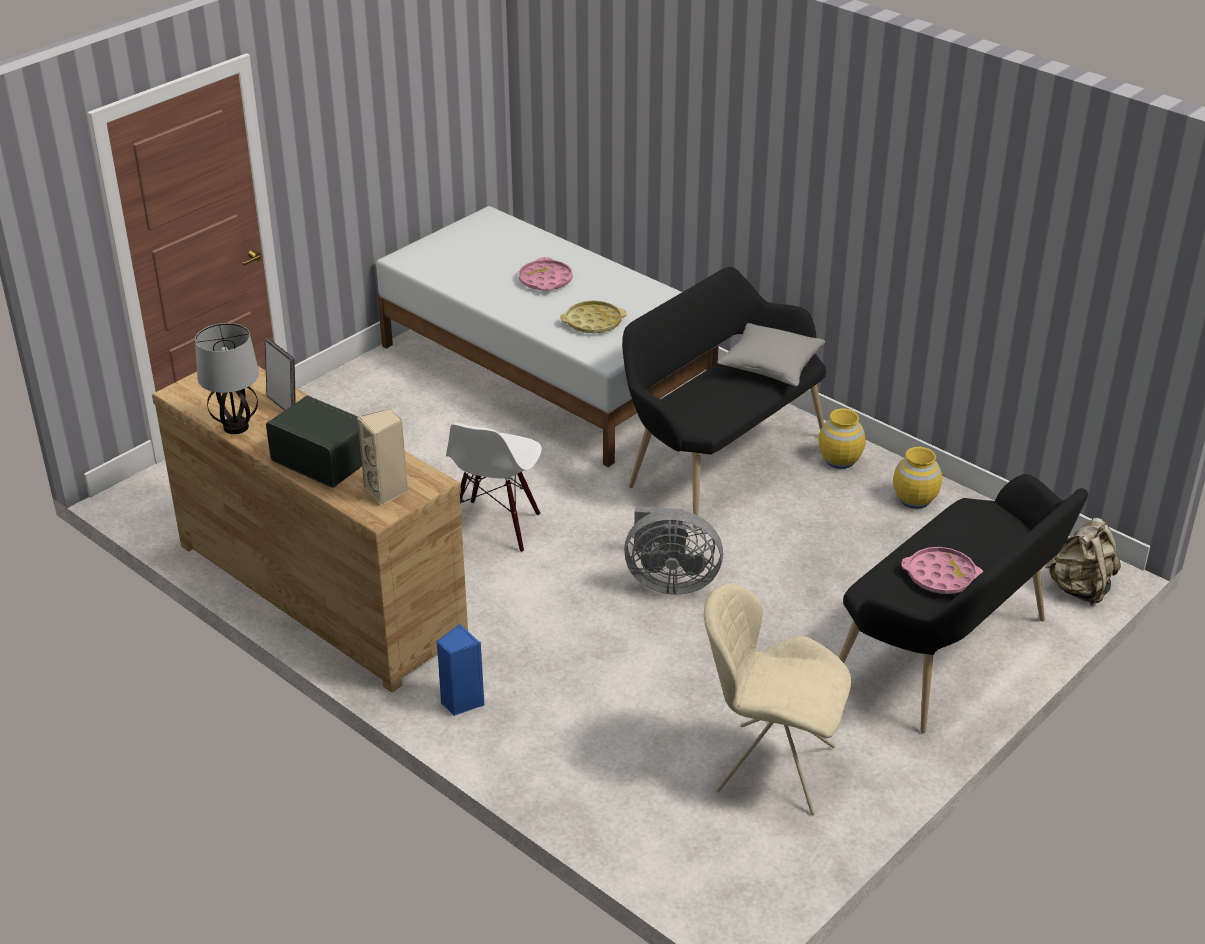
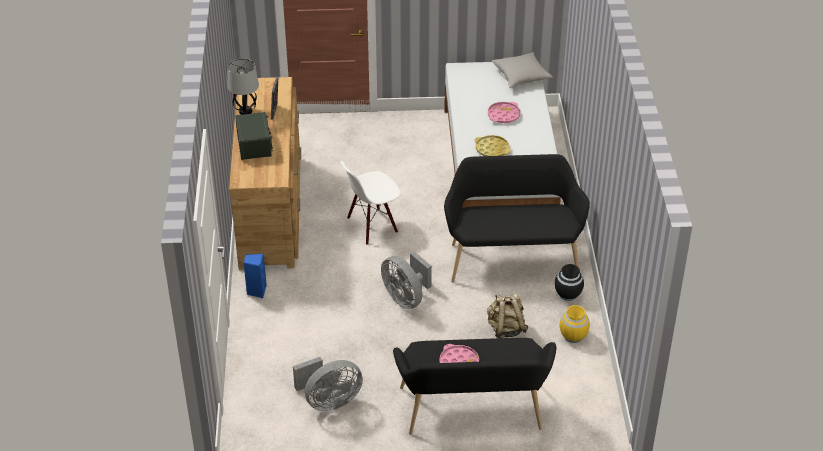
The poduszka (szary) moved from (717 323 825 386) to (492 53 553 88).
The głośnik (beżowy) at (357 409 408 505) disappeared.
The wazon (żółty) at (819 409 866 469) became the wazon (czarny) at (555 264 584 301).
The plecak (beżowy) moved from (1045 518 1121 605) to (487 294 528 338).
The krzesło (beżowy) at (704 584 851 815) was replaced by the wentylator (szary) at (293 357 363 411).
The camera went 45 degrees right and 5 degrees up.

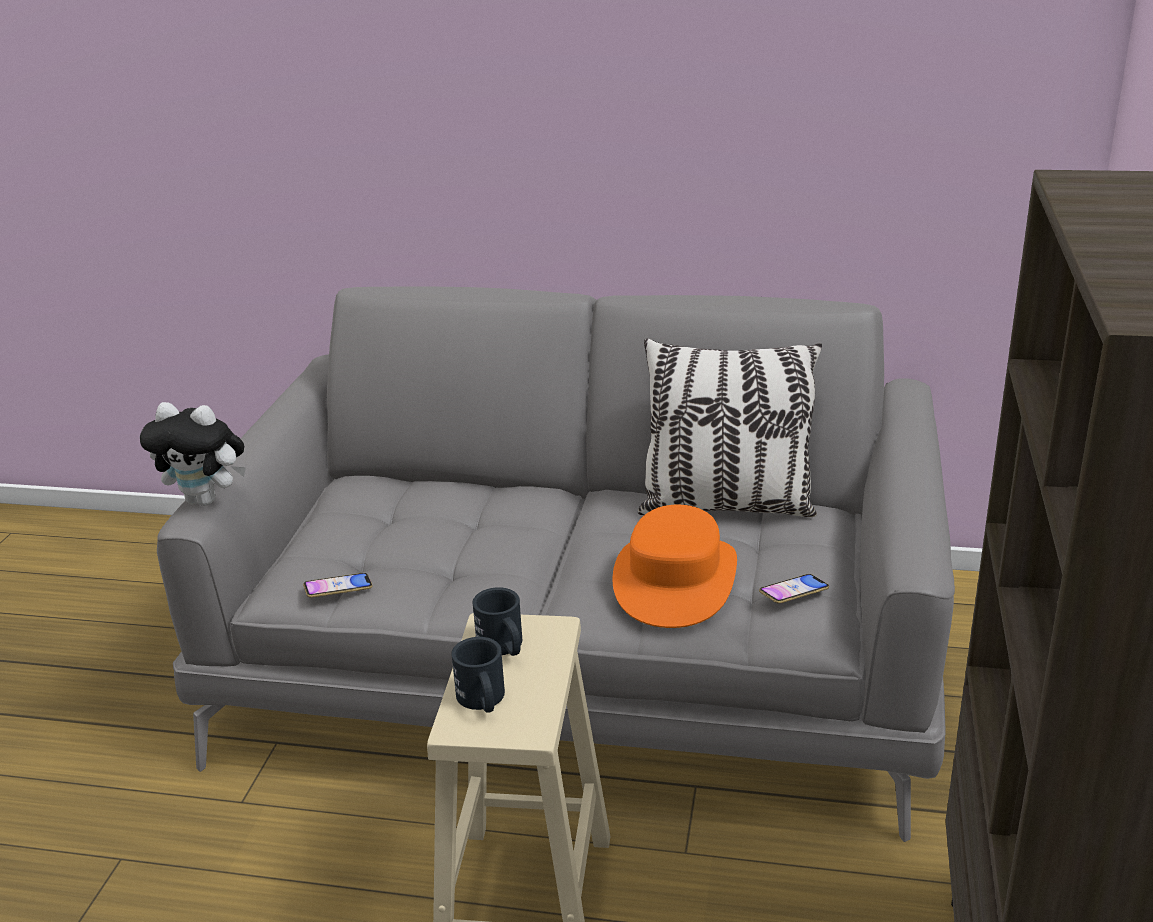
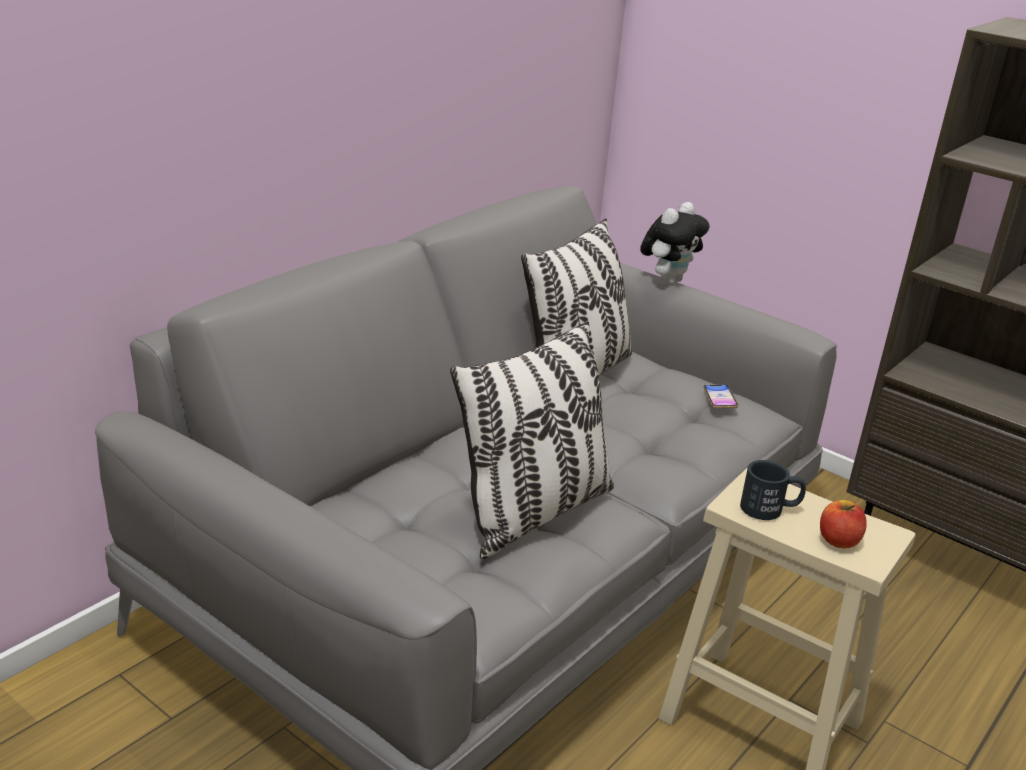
The pluszak moved from (140 402 246 506) to (640 202 710 285).
The kapelusz (pomarańczowy) at (613 505 737 628) disappeared.
The telefon at (303 573 373 598) disappeared.
The kubek (czarny) at (451 637 505 712) was replaced by the jabłko at (820 500 867 548).
The poduszka at (450 321 614 559) appeared.
The camera went 65 degrees left and 0 degrees up.

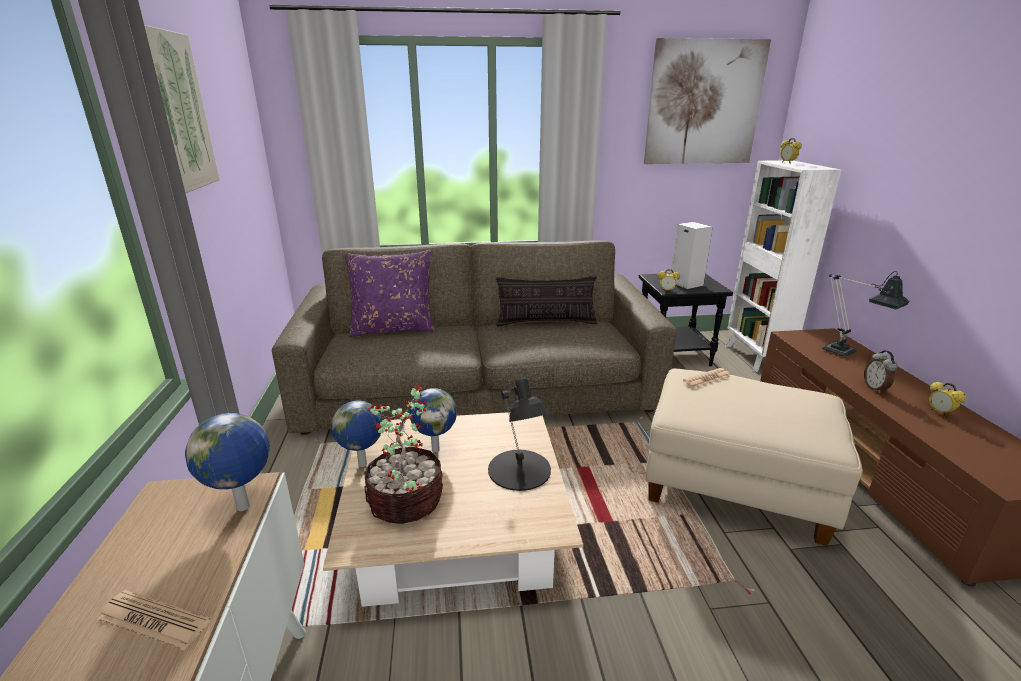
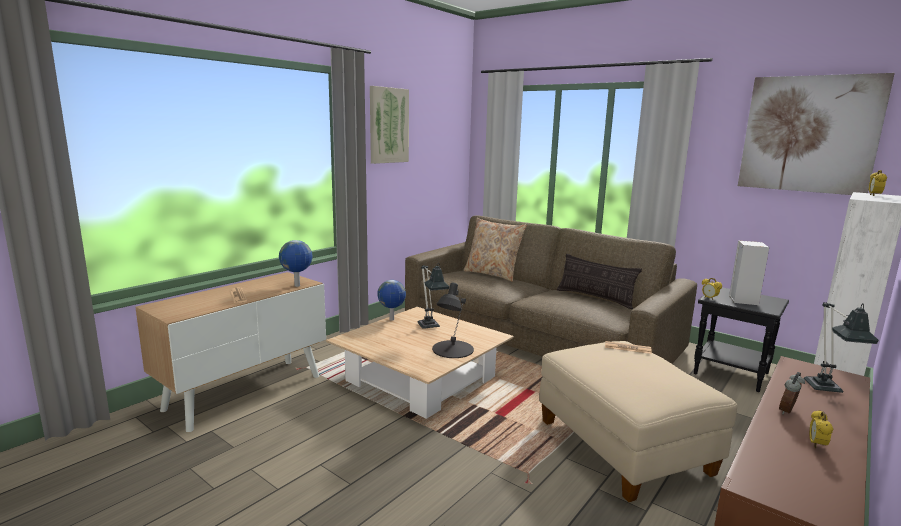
The poduszka (fioletowy) at (344 250 435 337) became the poduszka (beżowy) at (463 218 527 282).
The roślina doniczkowa at (364 384 443 524) disappeared.
The globus at (409 388 457 452) was replaced by the lampa stołowa at (417 263 449 329).
The camera went 45 degrees right and 10 degrees down.

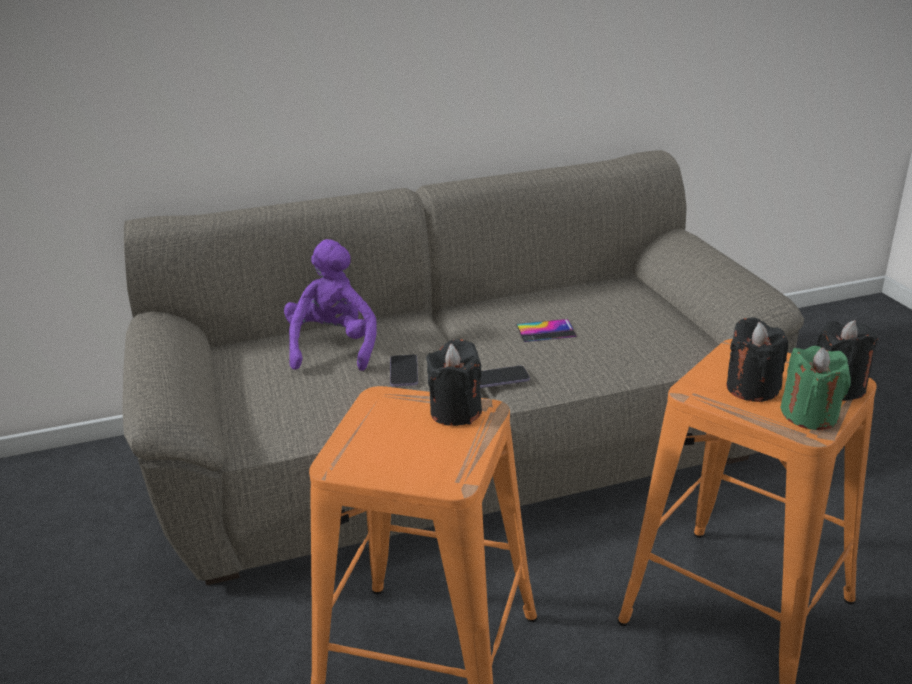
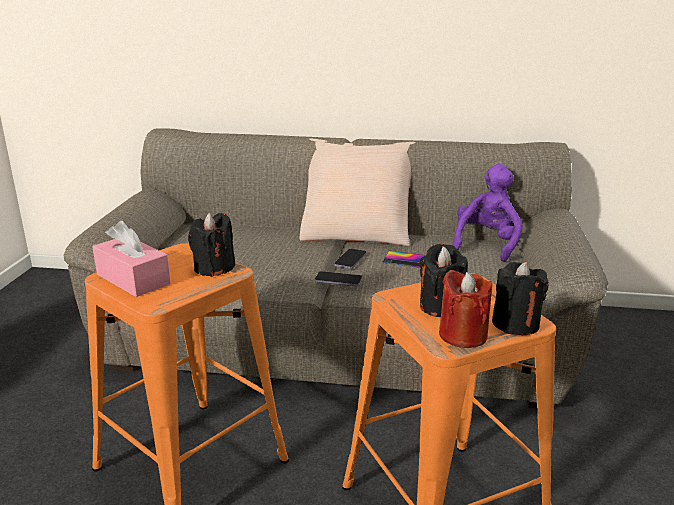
The pluszak (fioletowy) moved from (284 239 377 371) to (452 164 523 262).
The świeca (zielony) at (780 346 851 430) became the świeca (czerwony) at (439 270 492 348).
The telefon moved from (390 355 418 387) to (334 249 367 269).
The poduszka (beżowy) at (300 138 416 246) appeared.
The pudełko chusteczek (różowy) at (93 221 171 297) appeared.
The camera went 25 degrees right and 5 degrees down.

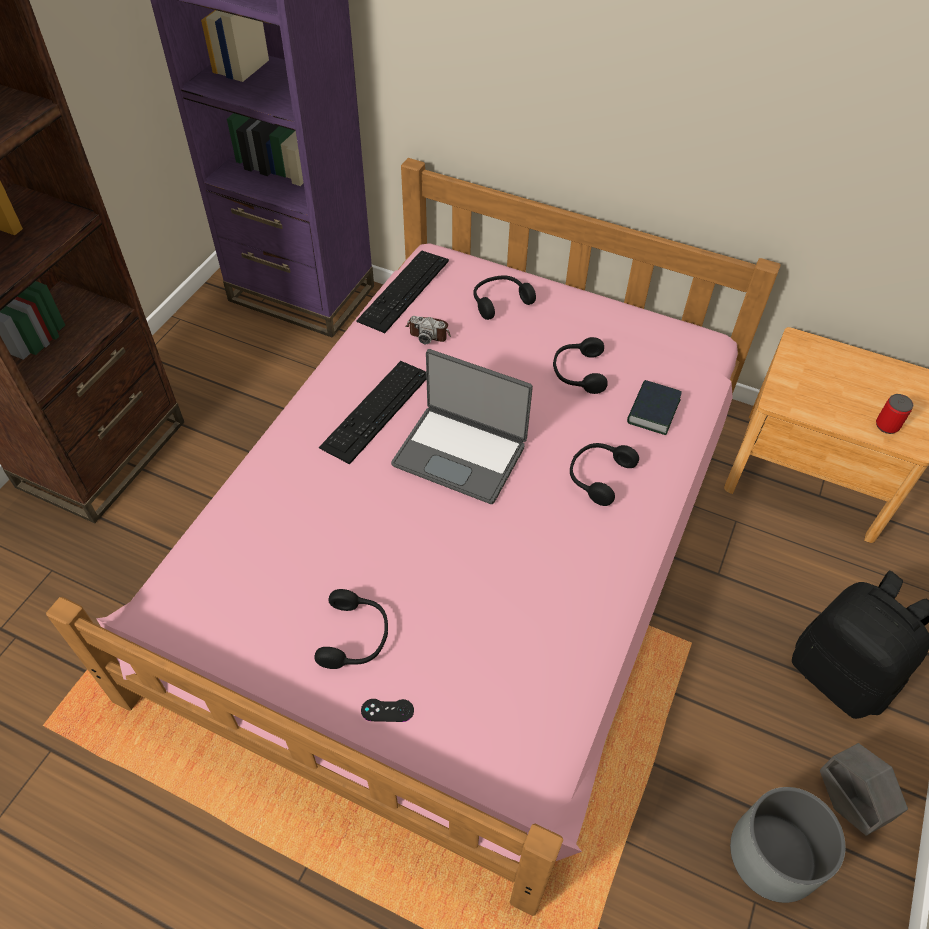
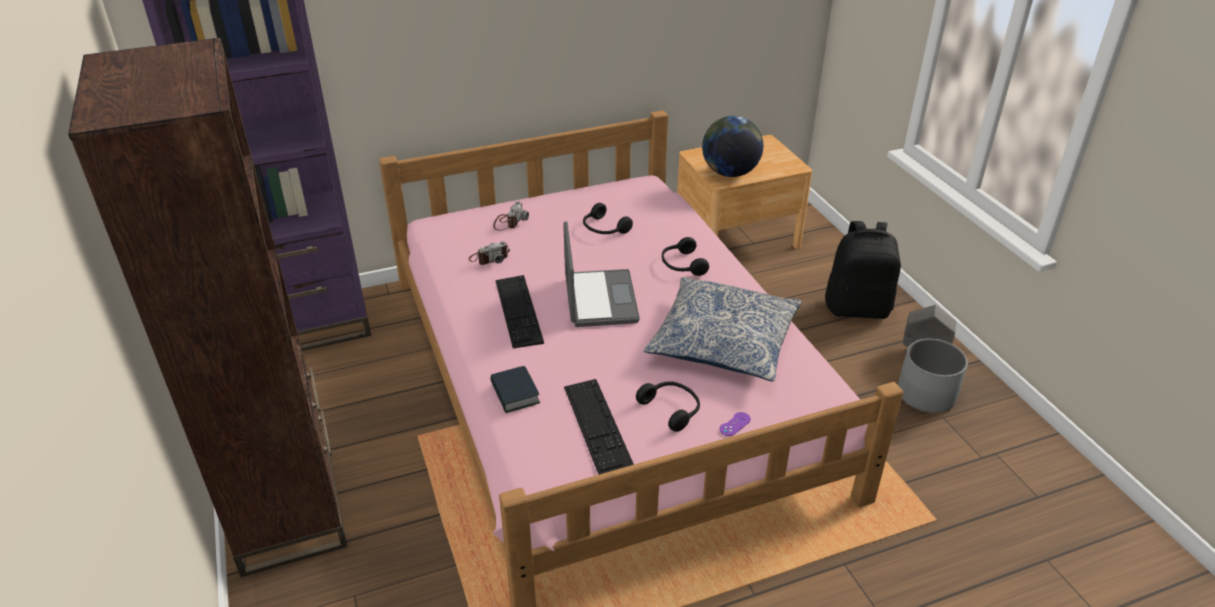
The klawiatura moved from (356 250 449 333) to (564 379 634 475).
The słuchawki (czarny) at (473 276 536 320) was replaced by the aparat fotograficzny at (493 201 529 231).
The laptop at (391 349 533 504) turned 75 degrees counterclockwise.
The książka moved from (627 380 682 435) to (490 366 540 413).
The puszka at (876 394 913 434) disappeared.
The pad do gier (czarny) at (361 699 414 722) became the pad do gier (fioletowy) at (720 412 751 436).
The globus at (702 116 763 177) appeared.
The poduszka at (644 277 802 381) appeared.
The camera went 45 degrees left and 15 degrees down.

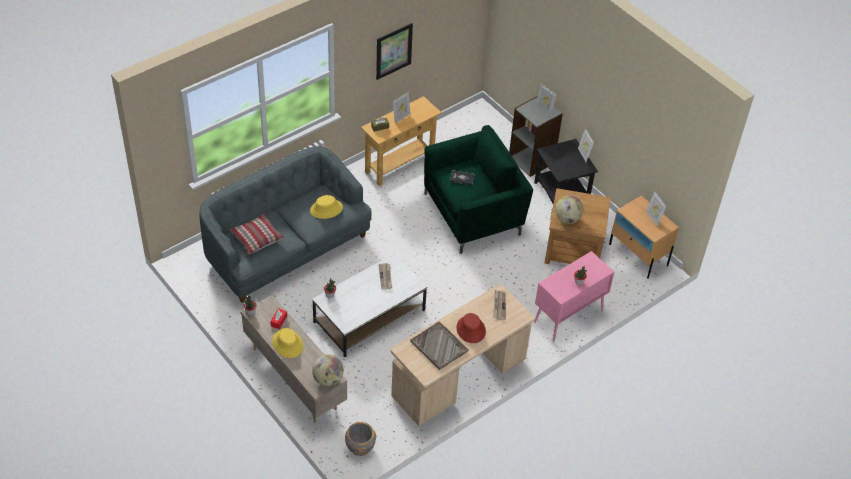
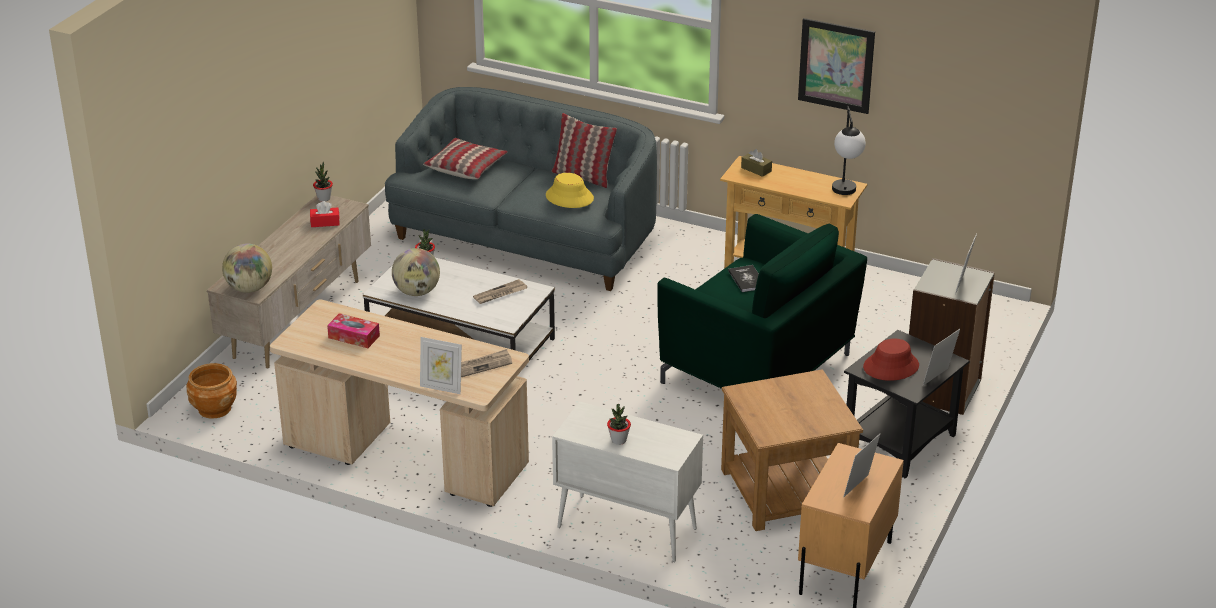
The ramka na zdjęcie moved from (393 93 411 123) to (420 337 462 394).
The globus moved from (555 195 583 224) to (392 248 440 296).
The szafka (różowy) at (534 251 614 342) became the szafka (biały) at (552 402 703 562).
The kapelusz (czerwony) moved from (456 313 486 343) to (863 338 919 381).
The taca (szary) at (410 321 469 370) was replaced by the pudełko chusteczek at (327 313 380 348).
The kapelusz (żółty) at (272 328 303 358) disappeared.
The donica (szary) at (345 422 376 456) became the donica (brązowy) at (187 363 237 419).
The lampa stołowa at (832 106 866 195) appeared.
The poduszka at (551 113 617 188) appeared.
The camera went 65 degrees right and 15 degrees down.

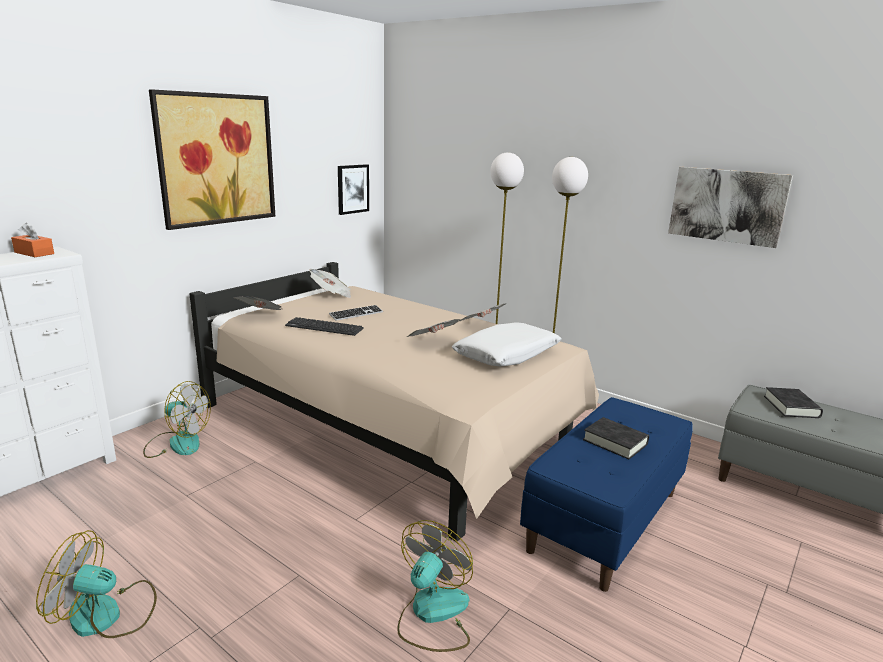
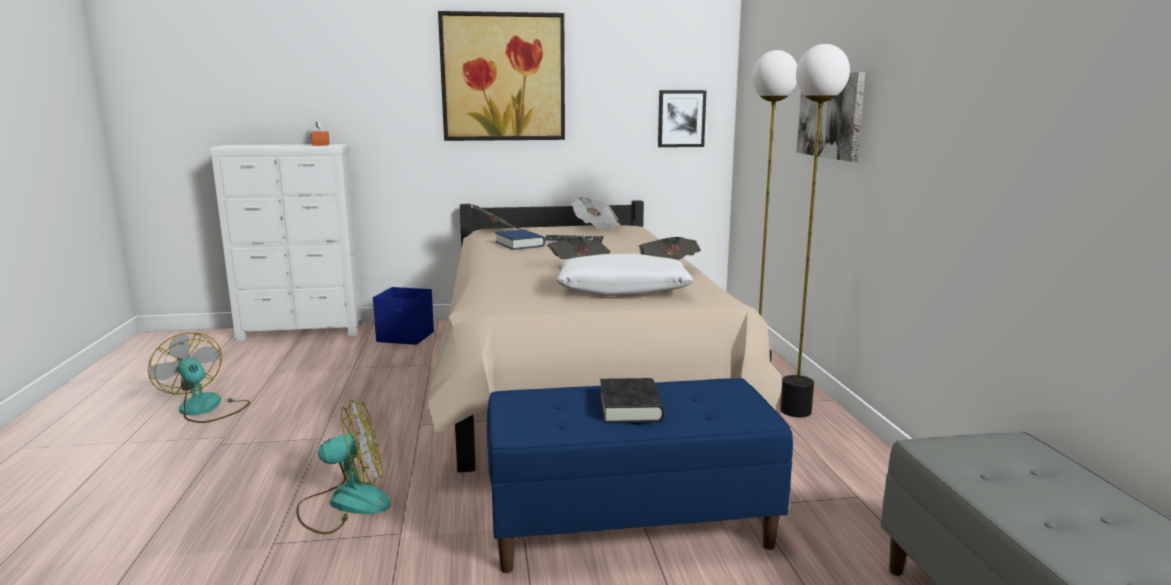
The obraz moved from (668 167 793 248) to (797 72 866 162).
The klawiatura at (285 317 364 336) was replaced by the książka (niebieski) at (495 229 545 250).
The wentylator at (143 381 211 458) was replaced by the pojemnik do przechowywania (niebieski) at (373 287 434 345).
The książka (czarny) at (764 387 823 418) disappeared.
The camera went 45 degrees right and 5 degrees down.

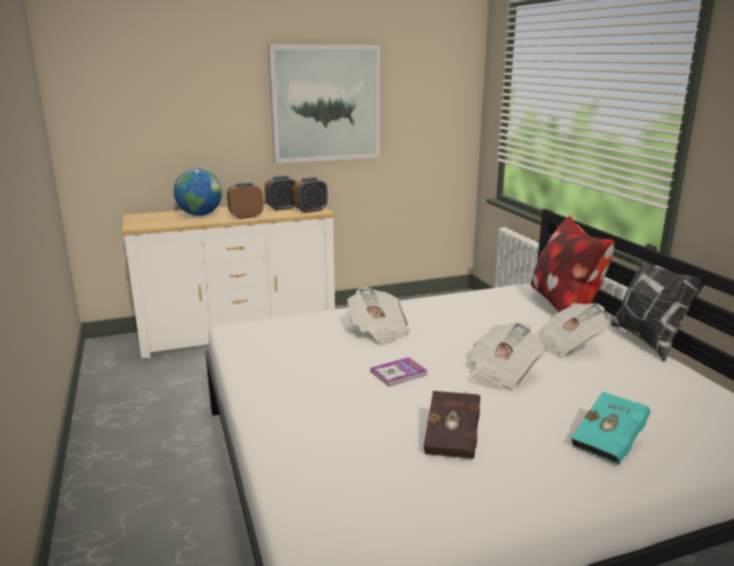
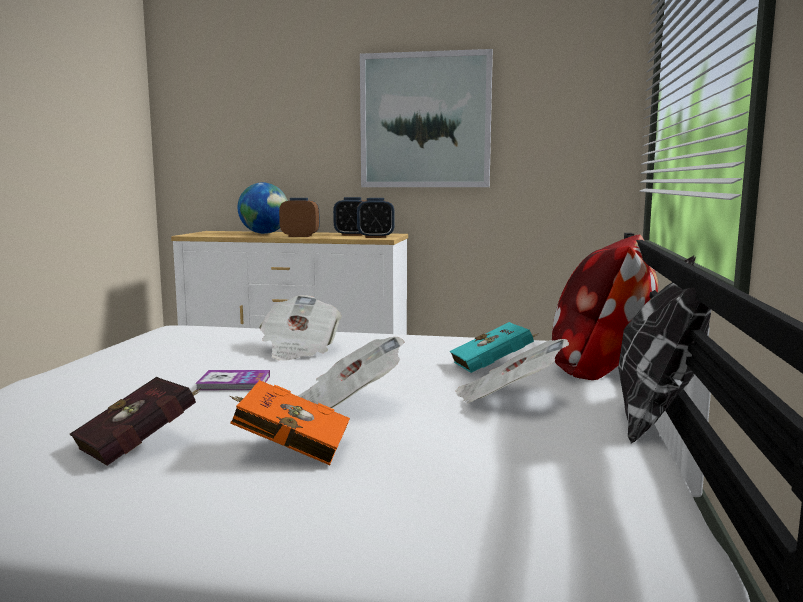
The książka (turkusowy) moved from (571 392 650 465) to (450 322 539 373).
The książka (pomarańczowy) at (230 380 350 465) appeared.
The camera went 30 degrees right and 10 degrees down.

